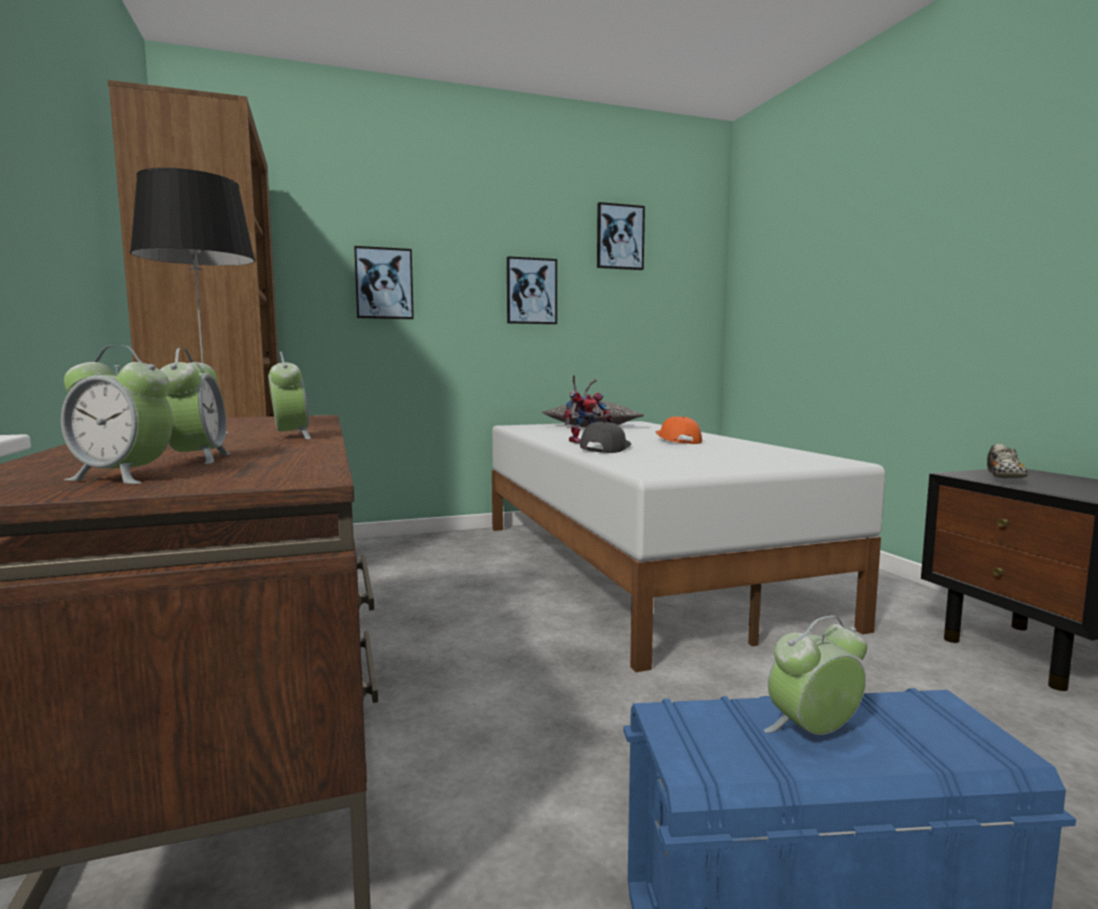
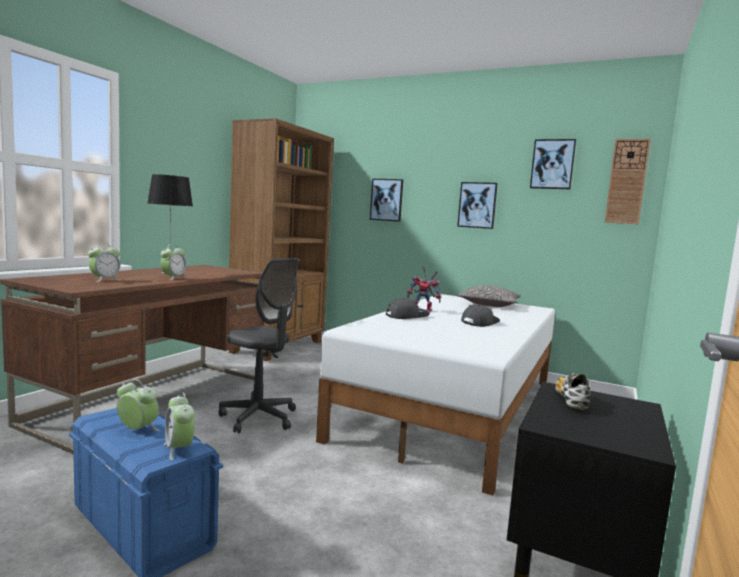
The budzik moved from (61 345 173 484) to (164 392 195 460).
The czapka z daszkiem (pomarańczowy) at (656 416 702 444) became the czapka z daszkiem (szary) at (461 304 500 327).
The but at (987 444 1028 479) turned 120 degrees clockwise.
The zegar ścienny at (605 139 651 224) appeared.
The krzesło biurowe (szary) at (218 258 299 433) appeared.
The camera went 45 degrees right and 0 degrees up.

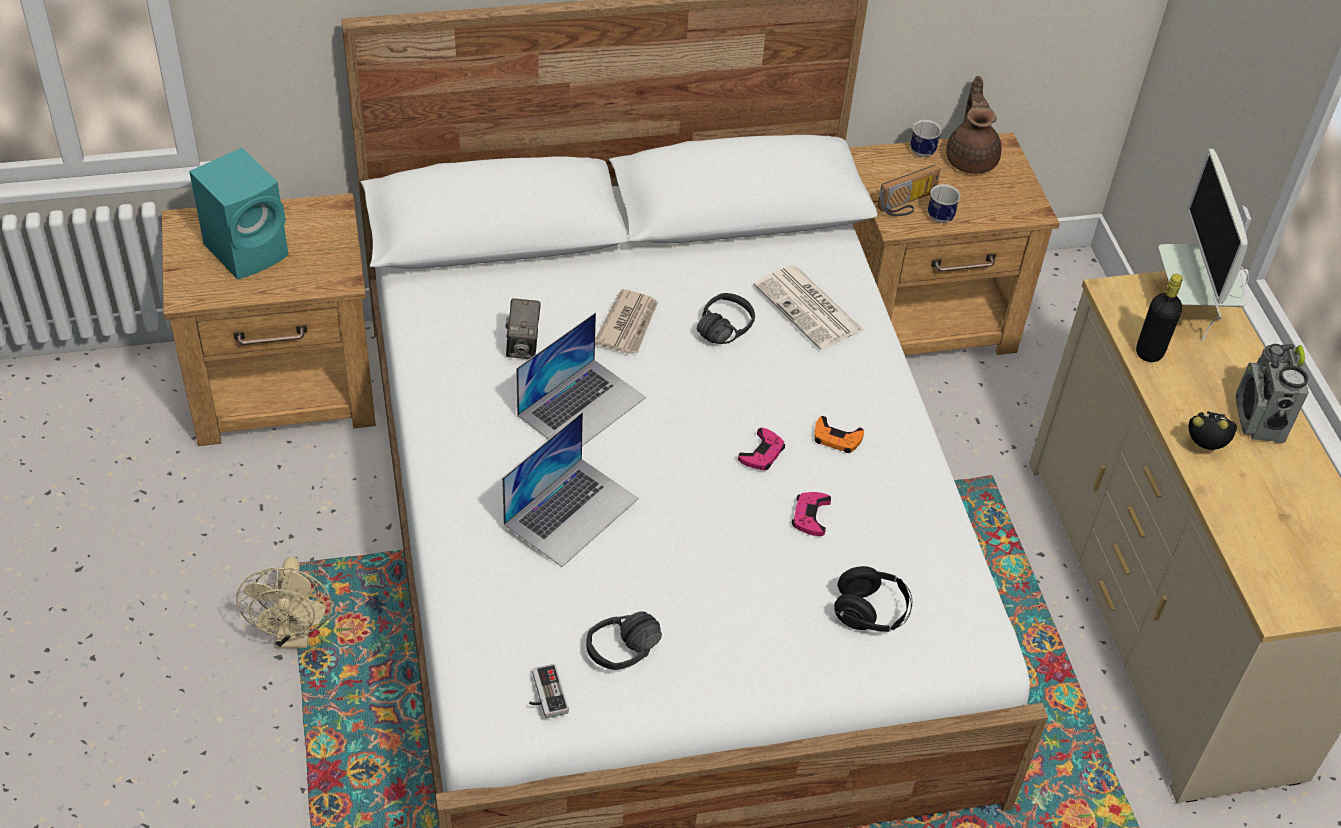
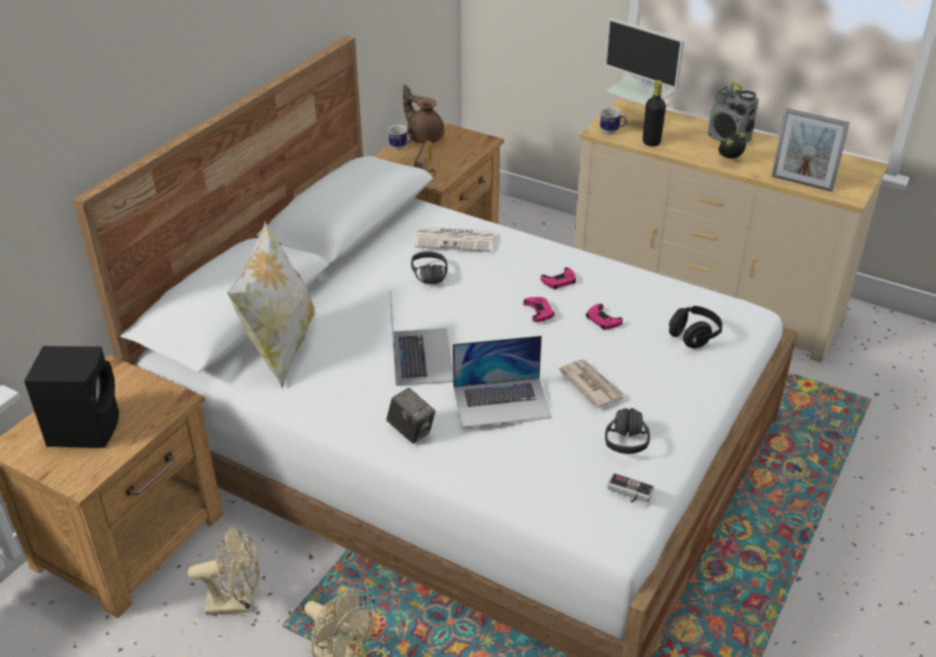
The głośnik (turkusowy) at (189 148 288 280) became the głośnik (czarny) at (24 346 119 448).
The kubek moved from (928 184 960 223) to (600 107 627 134).
The gazeta moved from (595 289 658 354) to (559 359 625 408).
The aparat fotograficzny moved from (505 298 541 359) to (386 388 436 444).
The laptop at (502 412 639 567) turned 90 degrees clockwise.
The pad do gier (pomarańczowy) at (814 416 864 453) became the pad do gier (różowy) at (541 267 576 289).
The ramka na zdjęcie at (771 108 850 192) appeared.
The poduszka at (227 221 315 389) appeared.
The wentylator (beżowy) at (188 526 259 615) appeared.
The camera went 45 degrees left and 10 degrees down.

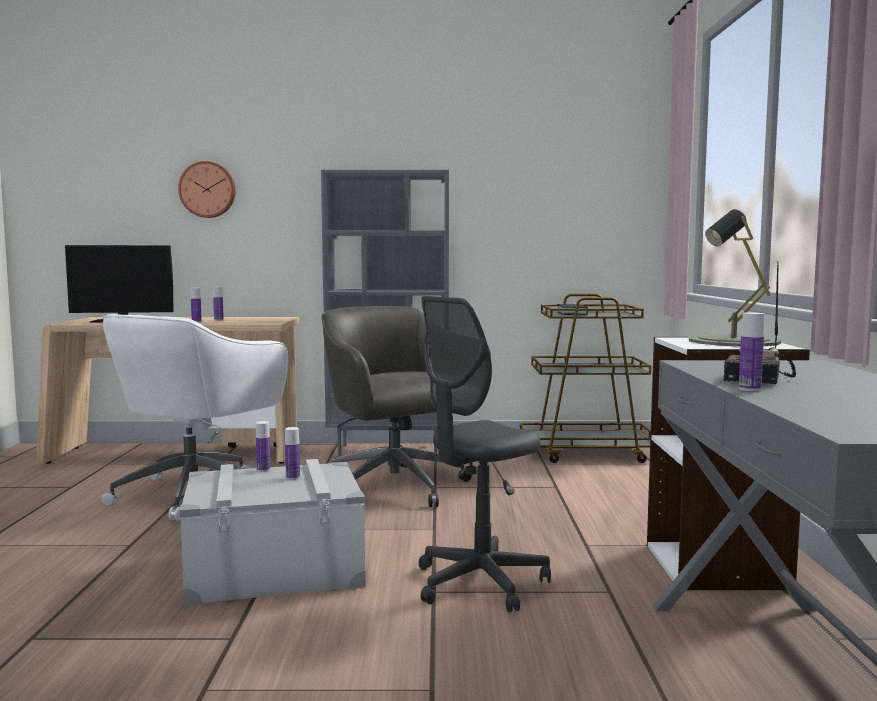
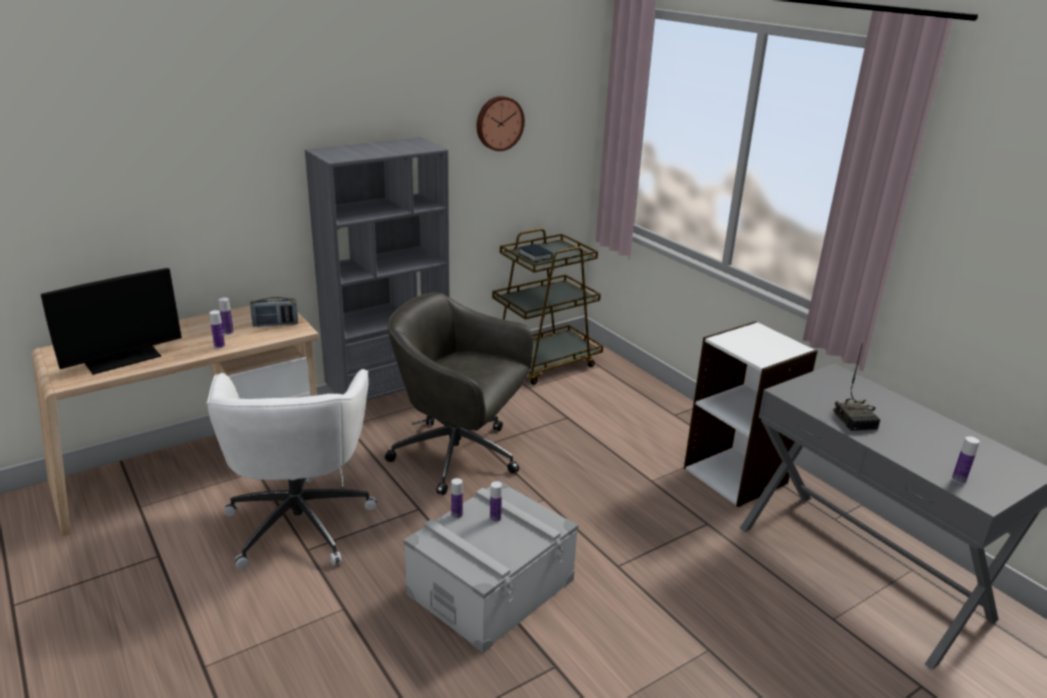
The zegar ścienny moved from (178 161 236 218) to (477 96 525 151).
The lampa stołowa (szary) at (689 209 781 347) disappeared.
The krzesło biurowe (szary) at (419 296 551 613) disappeared.
The butelka moved from (739 313 765 391) to (952 436 980 484).
The radio at (250 297 298 327) appeared.
The camera went 35 degrees left and 20 degrees up.

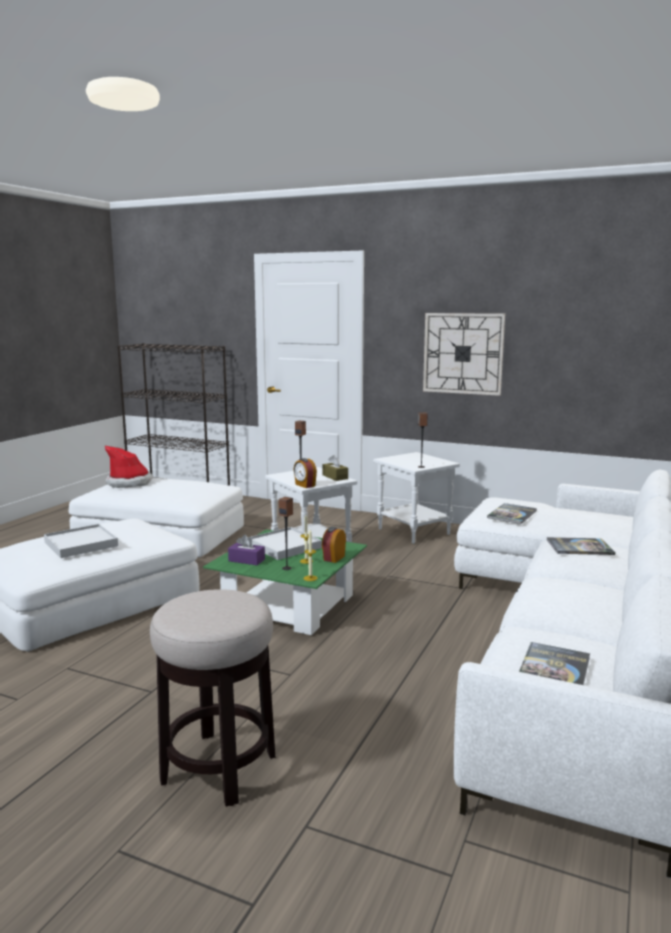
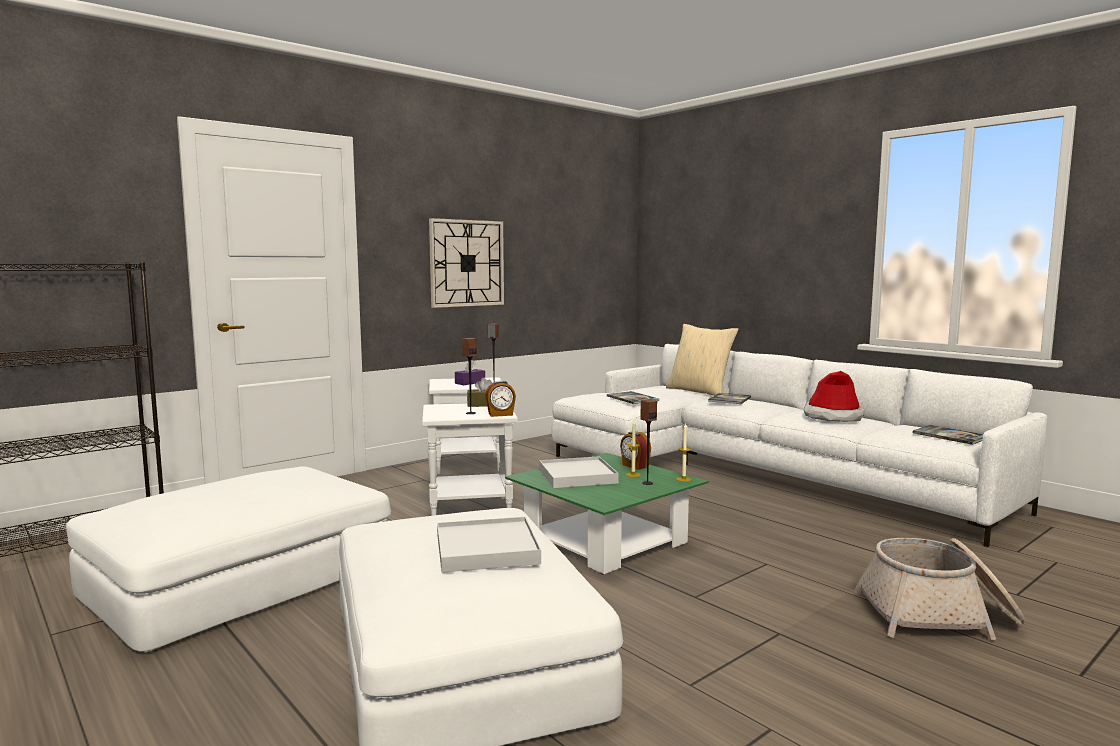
The kapelusz moved from (105 446 153 488) to (804 371 864 422).
The pudełko chusteczek (fioletowy) moved from (228 534 265 565) to (455 360 485 385).
The stołek at (150 589 275 807) was replaced by the koszyk at (854 538 1025 641).
The poduszka (beżowy) at (666 324 738 396) appeared.
The camera went 65 degrees left and 5 degrees down.

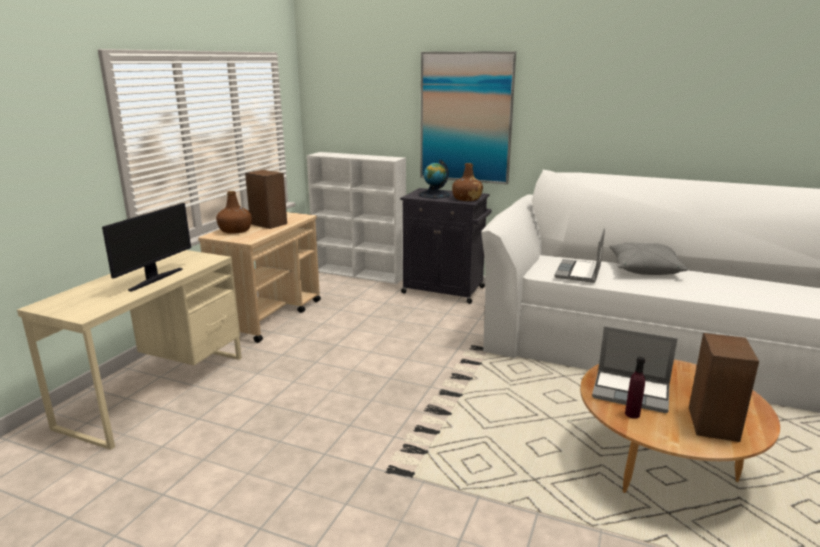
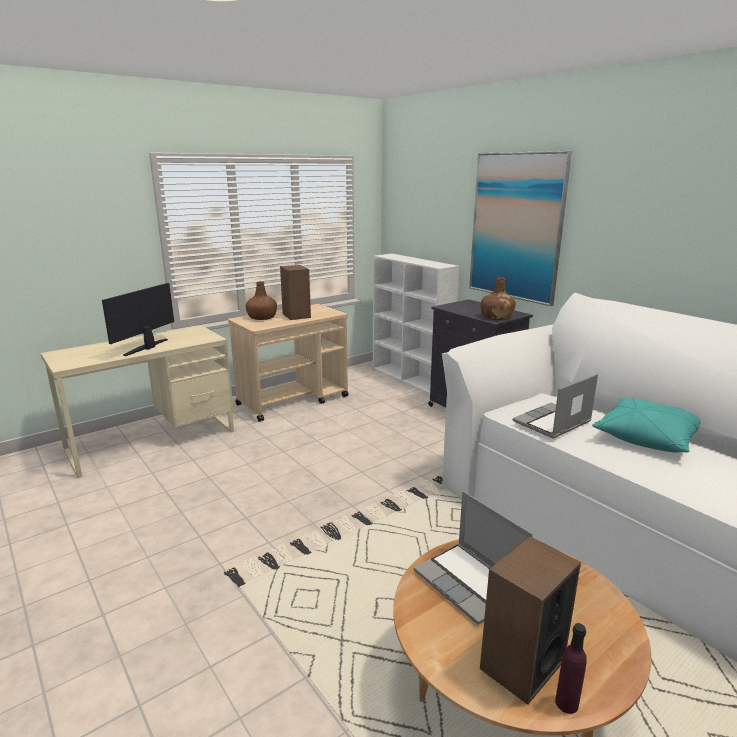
The globus at (419 160 450 198) disappeared.
The monitor at (102 203 191 292) turned 150 degrees clockwise.
The poduszka (szary) at (609 243 688 275) became the poduszka (turkusowy) at (592 398 700 453).
The butelka (fioletowy) moved from (625 357 645 419) to (555 623 587 714).
The camera went 30 degrees right and 0 degrees up.

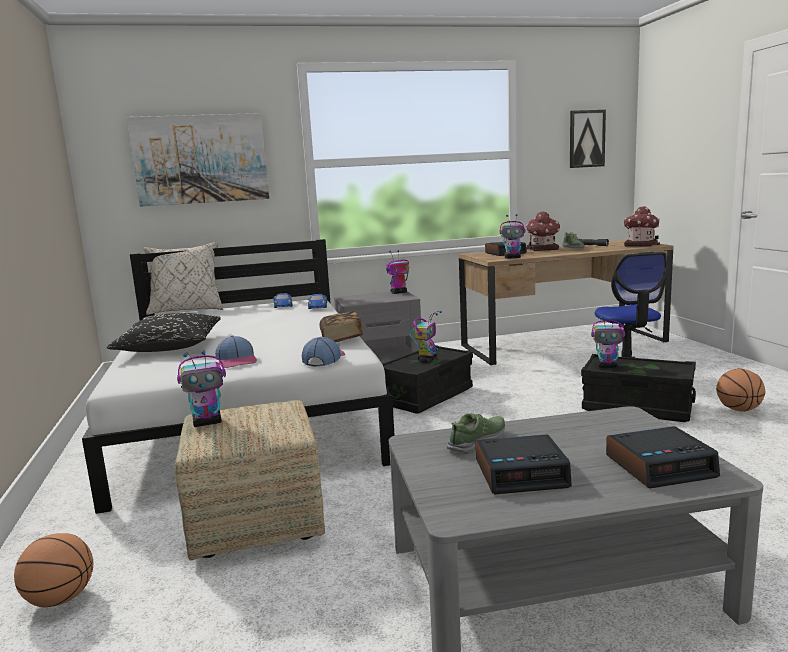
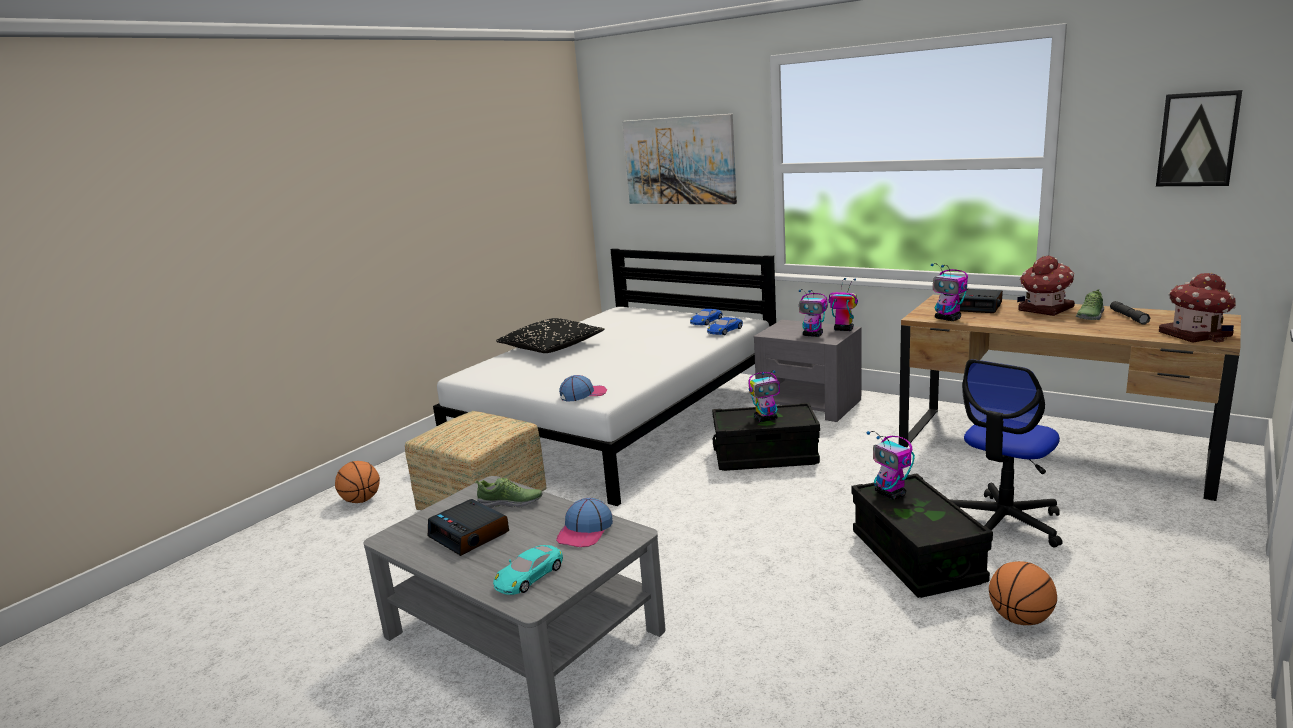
The poduszka (beżowy) at (144 242 223 315) disappeared.
The książka at (320 311 363 342) disappeared.
The czapka z daszkiem moved from (215 335 257 368) to (556 498 613 547).
The robot zabawkowy moved from (177 351 226 427) to (799 289 828 337).
The budzik at (606 426 720 489) was replaced by the samochodzik (turkusowy) at (493 545 563 595).
The camera went 50 degrees right and 5 degrees up.

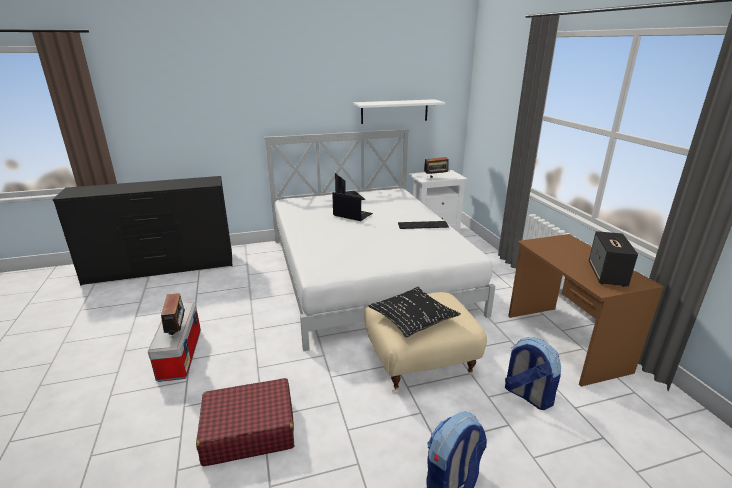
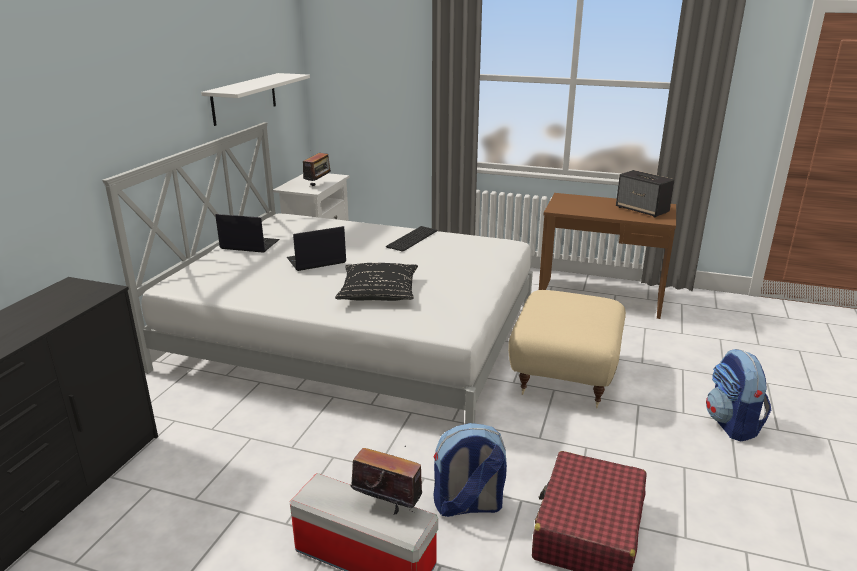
The poduszka (czarny) moved from (368 287 461 337) to (335 263 418 301).
The plecak moved from (505 337 561 410) to (433 423 507 517).
The camera went 55 degrees left and 0 degrees up.

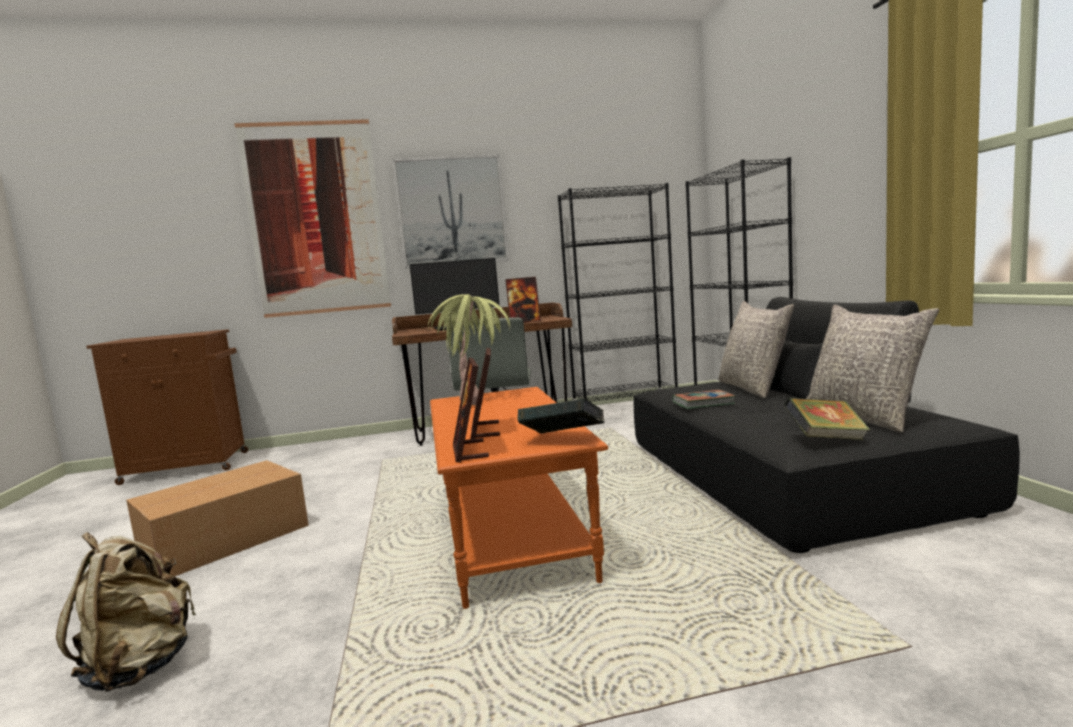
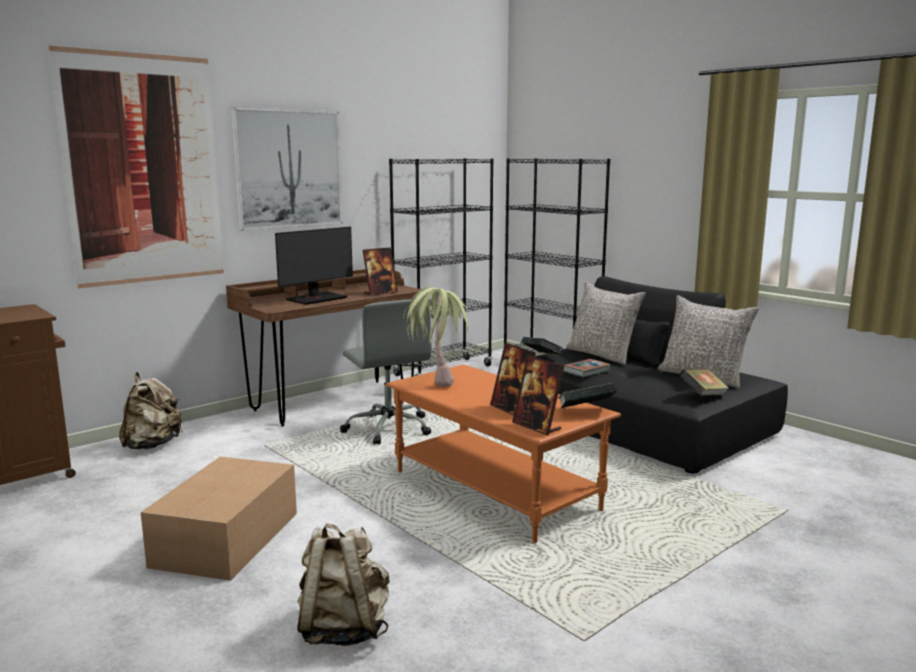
The książka at (521 337 563 354) appeared.
The plecak (beżowy) at (119 372 183 449) appeared.
The camera went 30 degrees left and 5 degrees up.

